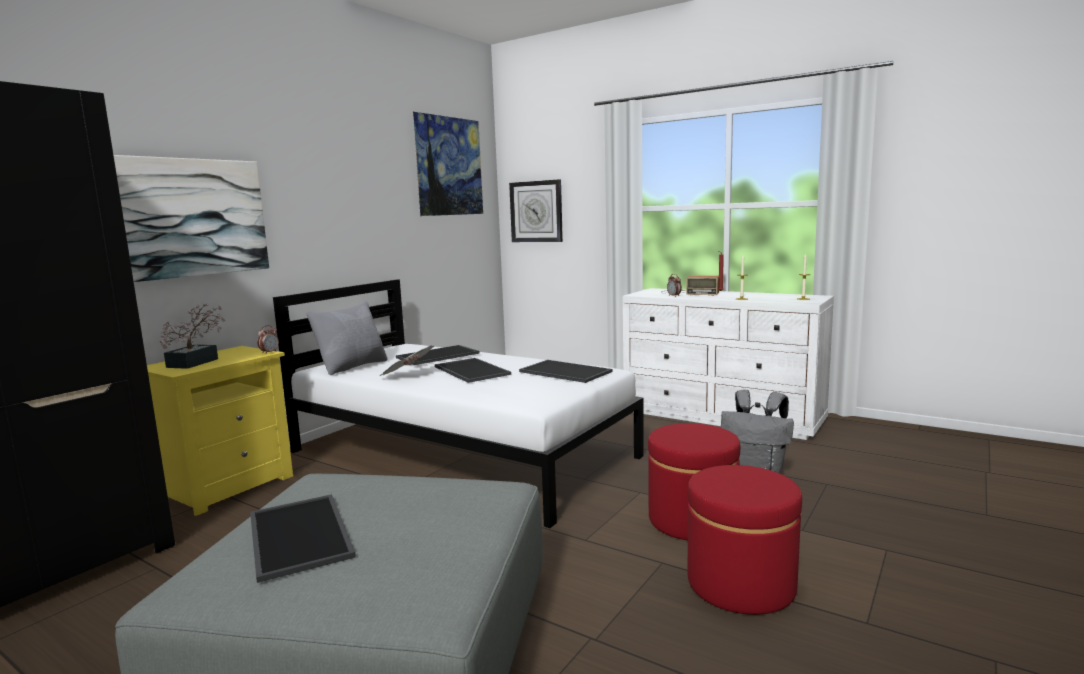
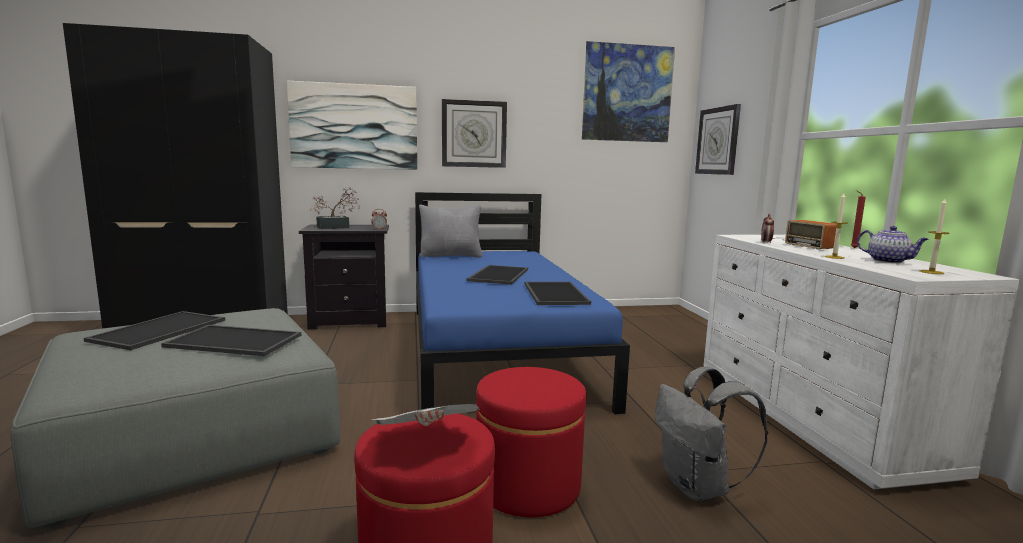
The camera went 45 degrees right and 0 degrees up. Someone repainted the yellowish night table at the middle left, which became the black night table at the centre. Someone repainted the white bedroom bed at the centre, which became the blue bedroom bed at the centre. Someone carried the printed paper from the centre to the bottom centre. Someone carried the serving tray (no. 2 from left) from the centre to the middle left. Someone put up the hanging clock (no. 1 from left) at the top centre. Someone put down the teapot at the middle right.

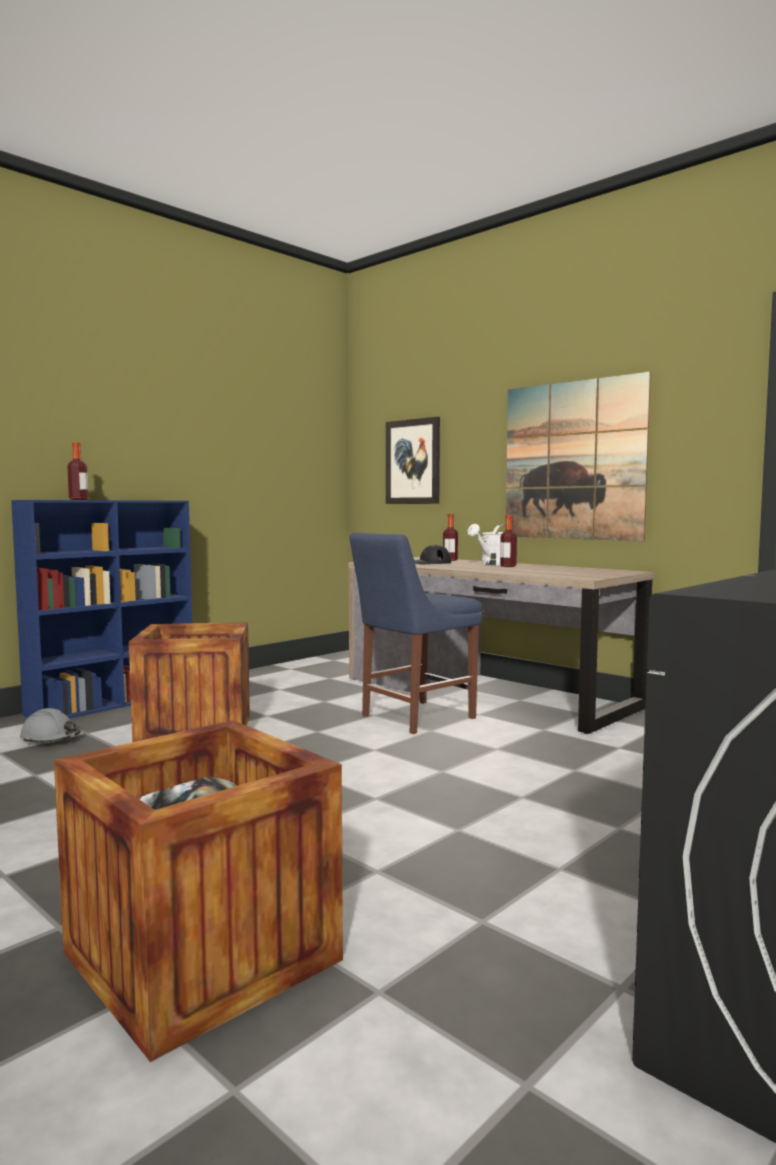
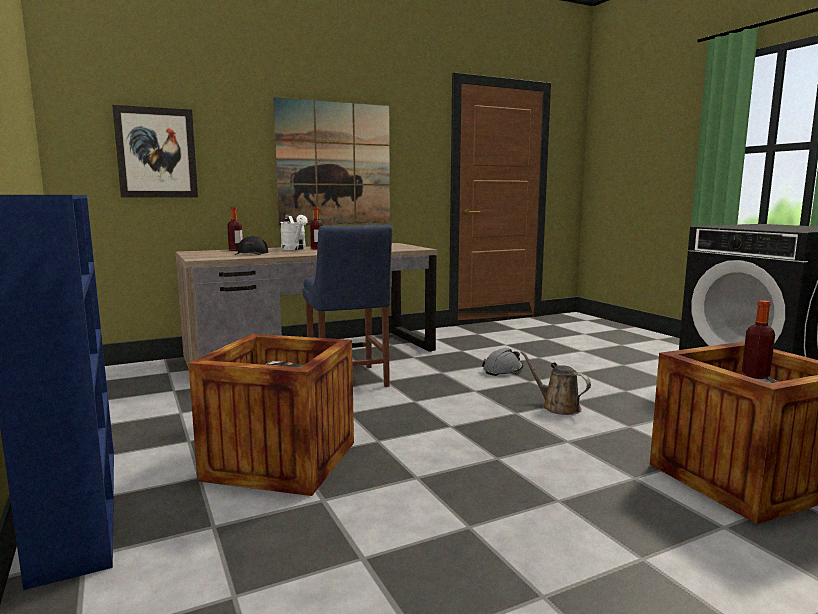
The camera went 70 degrees left and 5 degrees up. Someone carried the greyish safety helmet from the middle left to the centre. Someone carried the bottle (no. 1 from left in the first image) from the middle left to the middle right. Someone put down the brown sprinkling can at the middle right.

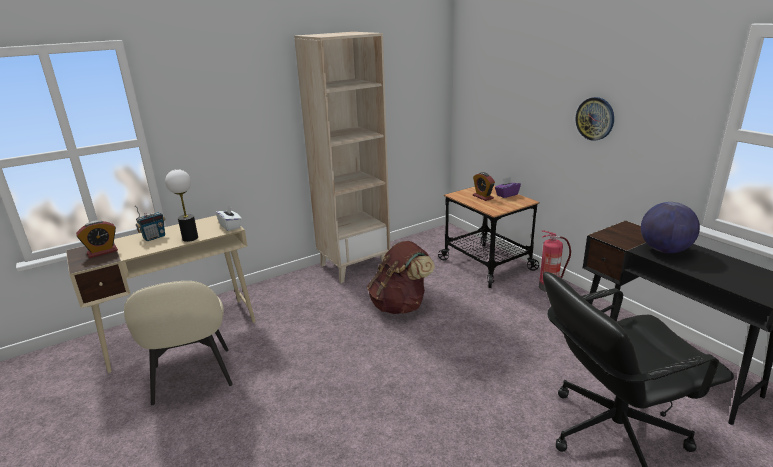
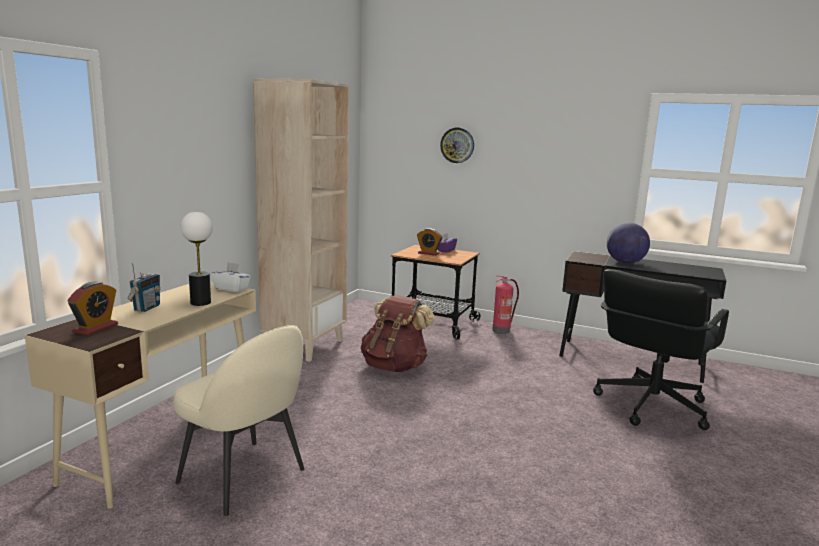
The camera went 35 degrees left and 10 degrees down. Someone carried the hanging clock from the top right to the top centre.

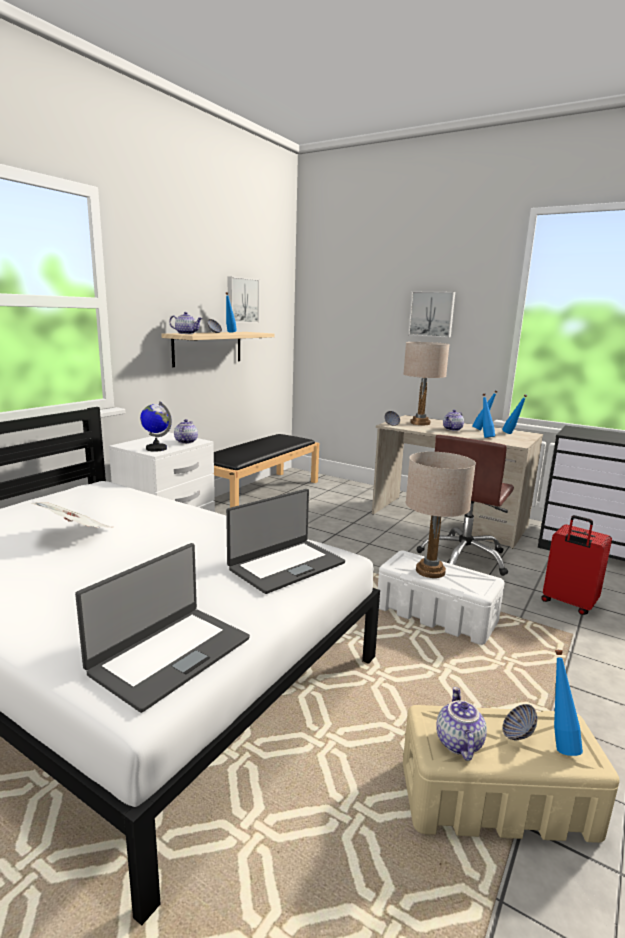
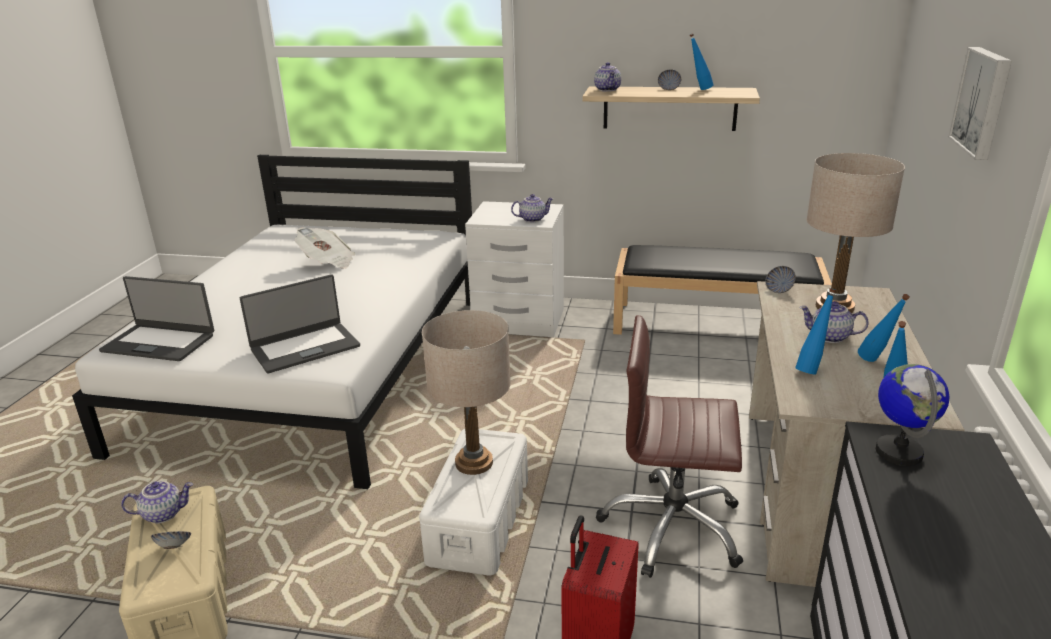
The camera went 70 degrees right and 10 degrees up. Someone carried the world globe from the middle left to the middle right. Someone rotated the notebook computer (no. 2 from left) at the centre by 60 degrees counterclockwise. Someone took away the wall art (no. 1 from left) at the top centre. Someone took away the blue bottle (no. 5 from left) at the bottom right.

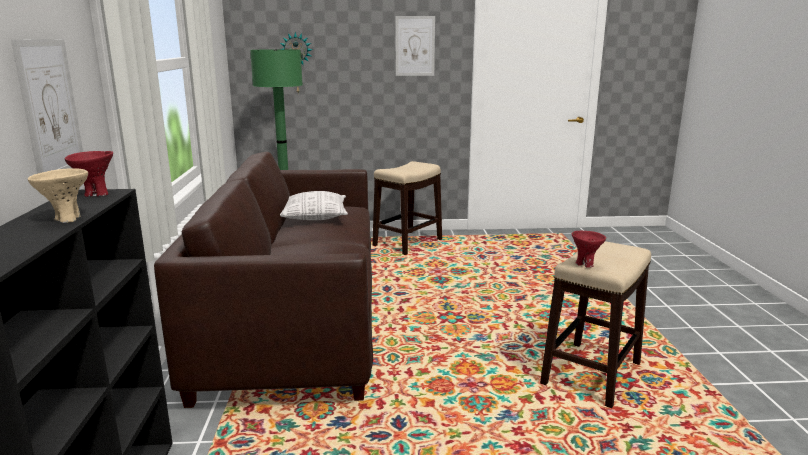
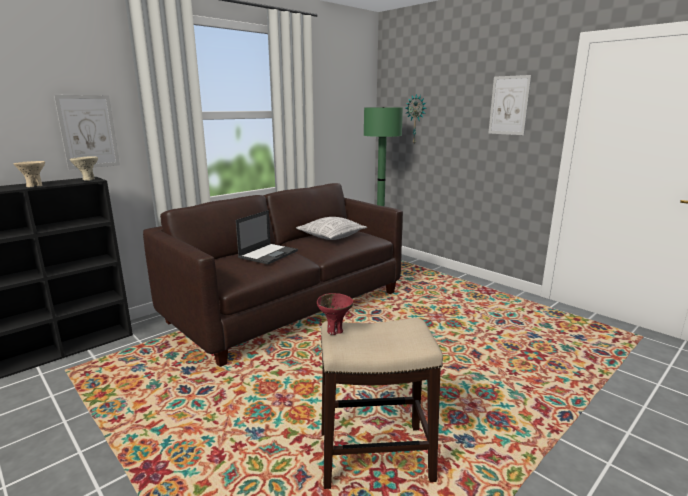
The camera went 50 degrees right and 0 degrees up. Someone repainted the red deep dish (no. 1 from left) at the middle left, which became the beige-coloured deep dish (no. 2 from left) at the middle left. Someone took away the sitting stool (no. 1 from left) at the centre. Someone put down the notebook computer at the centre.

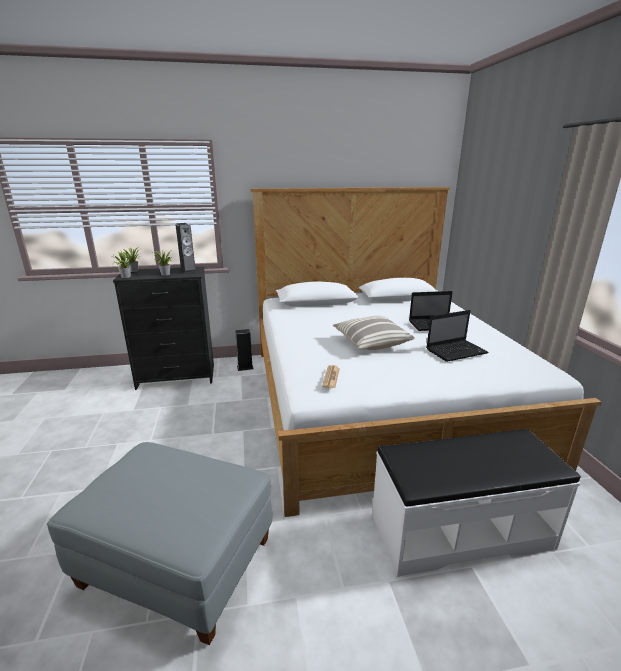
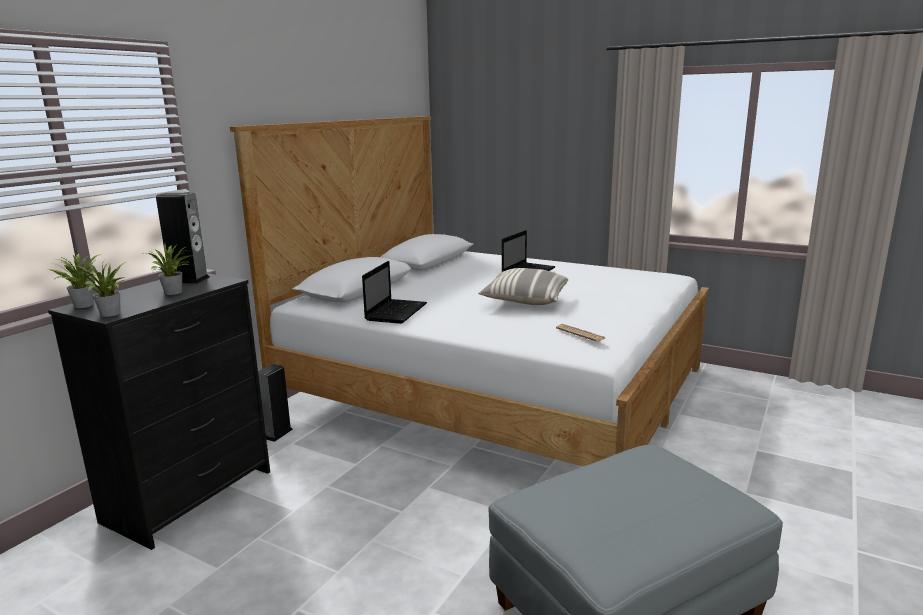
The camera went 50 degrees left and 5 degrees down. Someone took away the white bench at the bottom right. Someone carried the notebook computer (no. 2 from left in the first image) from the middle right to the centre.

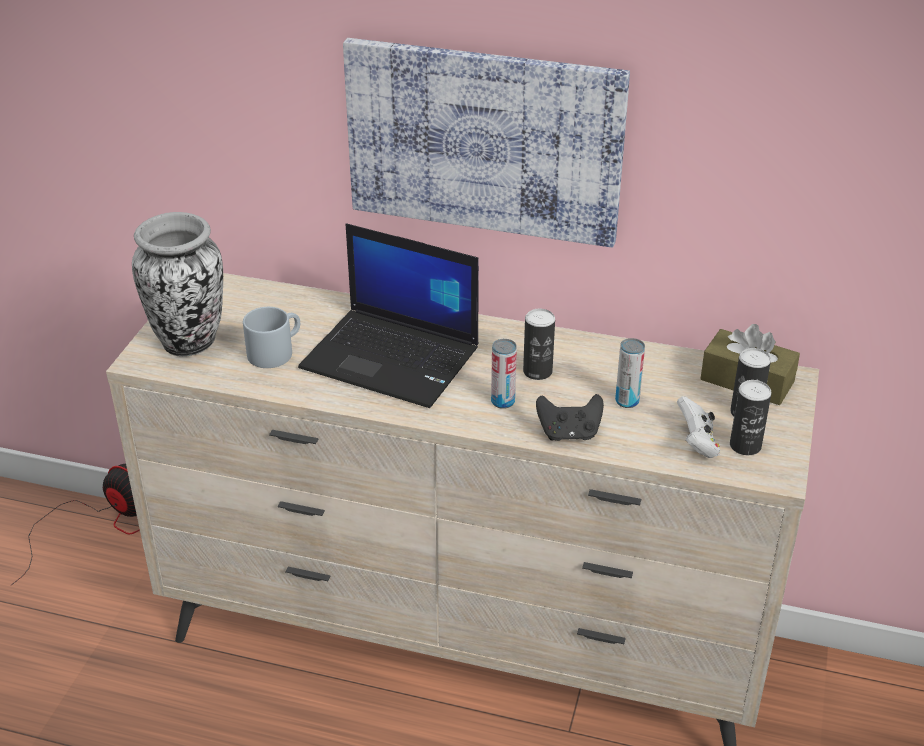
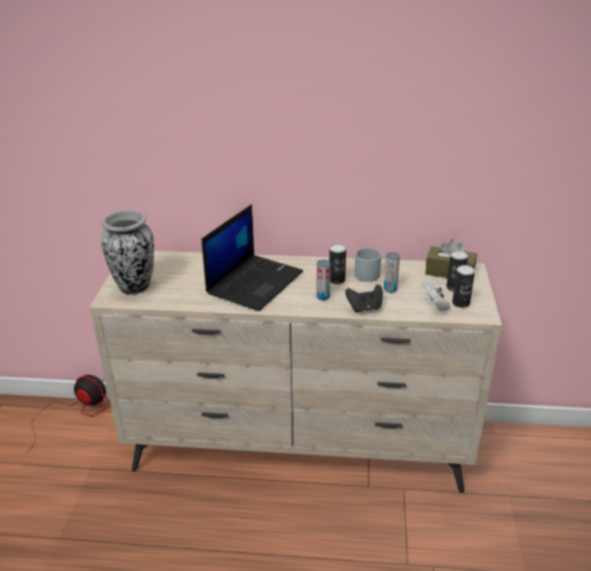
The camera went 10 degrees left and 5 degrees down. Someone carried the greyish mug from the middle left to the centre. Someone rotated the notebook computer at the centre by 75 degrees counterclockwise. Someone took away the wall art at the top centre.

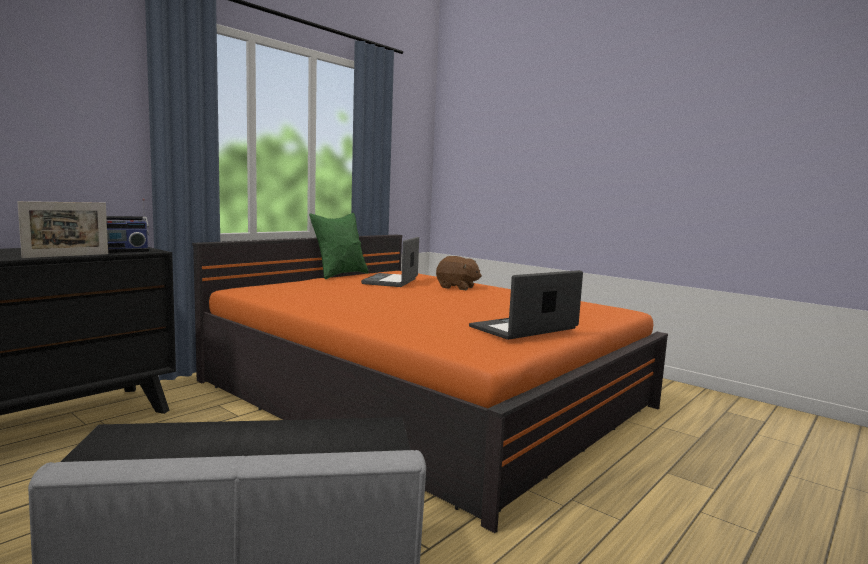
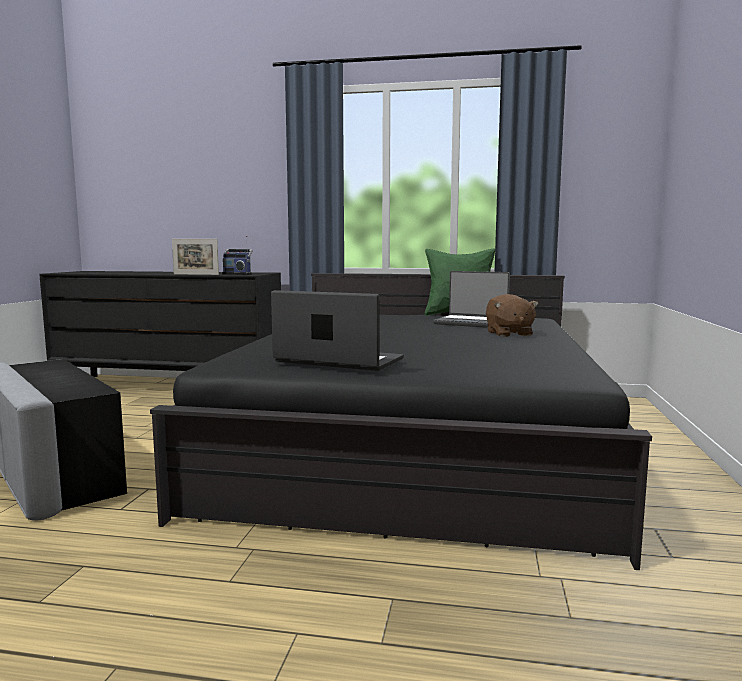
The camera went 60 degrees right and 0 degrees up. Someone repainted the orangey bedroom bed at the bottom centre, which became the black bedroom bed at the centre. Someone rotated the notebook computer (no. 1 from left in the first image) at the centre by 135 degrees counterclockwise.

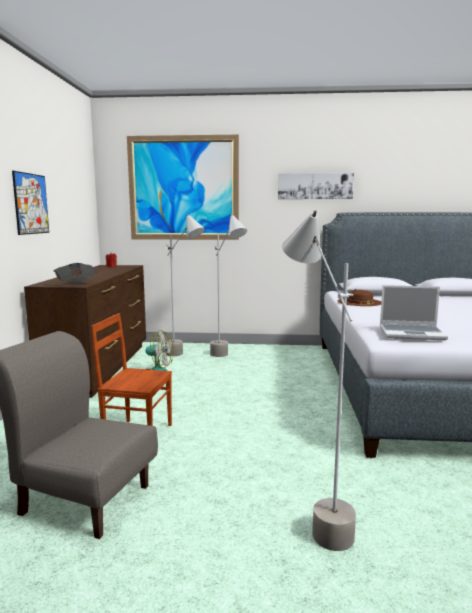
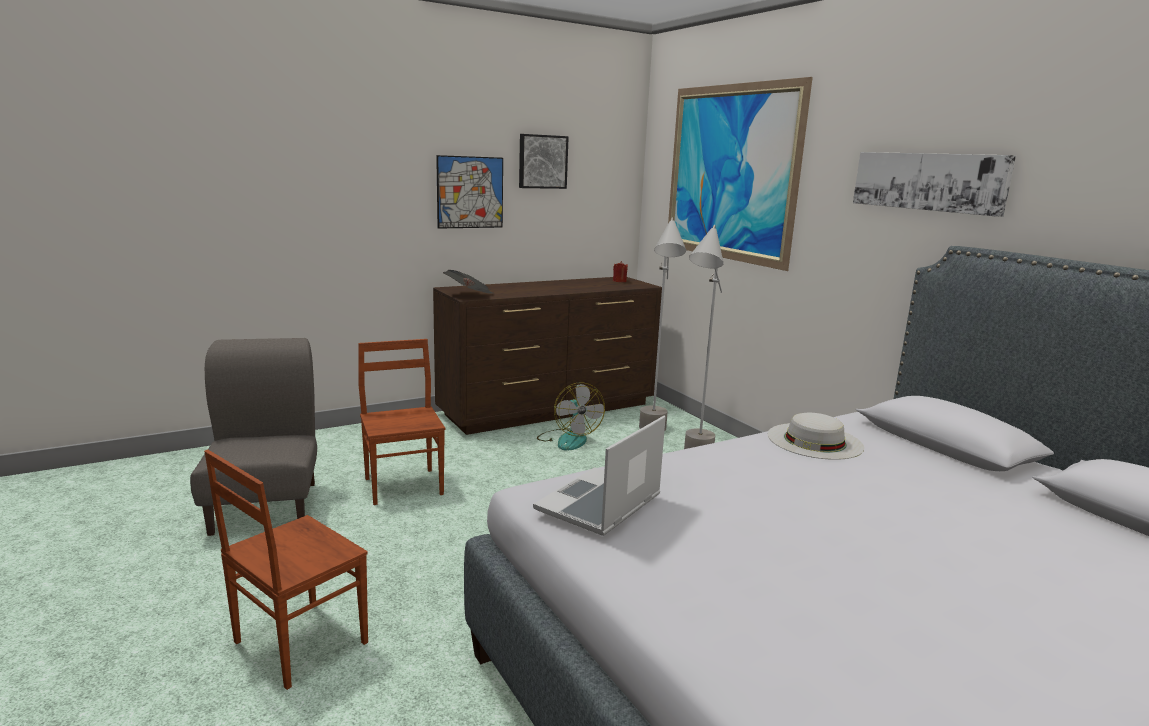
The camera went 55 degrees right and 5 degrees up. Someone swapped the greyish standard lamp (no. 3 from left) at the middle right for the brown plain chair (no. 1 from left) at the bottom left. Someone repainted the brown clothing hat at the middle right, which became the white clothing hat at the middle right. Someone rotated the notebook computer at the middle right by 60 degrees clockwise. Someone put up the wall art (no. 2 from left) at the top centre.

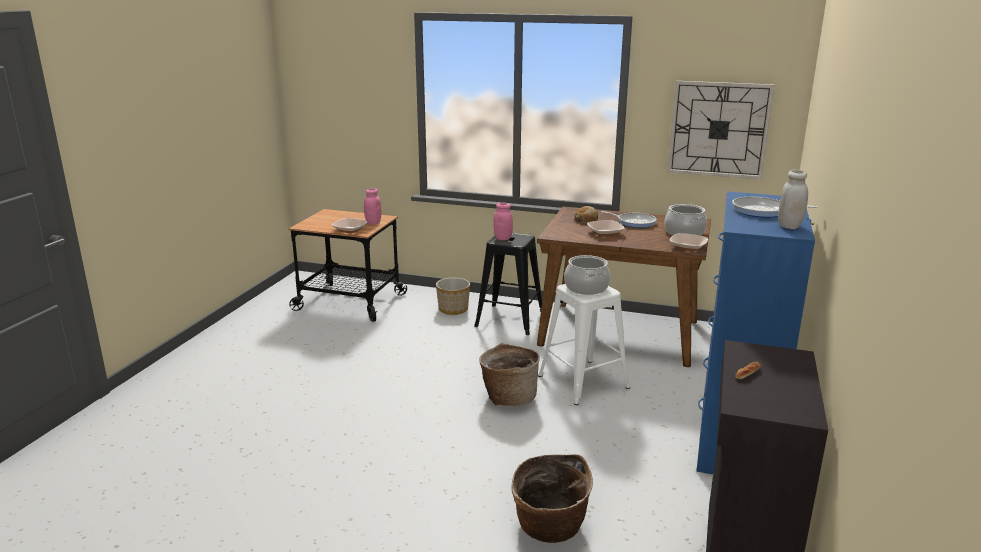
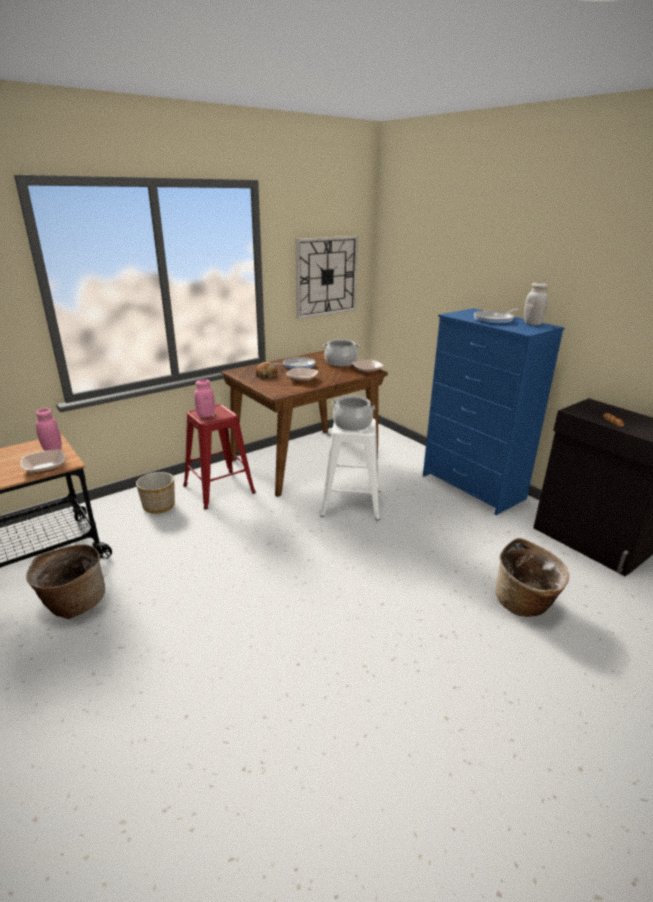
The camera went 55 degrees left and 5 degrees up. Someone repainted the black sitting stool at the centre, which became the red sitting stool at the centre. Someone carried the household basket (no. 1 from left) from the bottom centre to the middle left.

